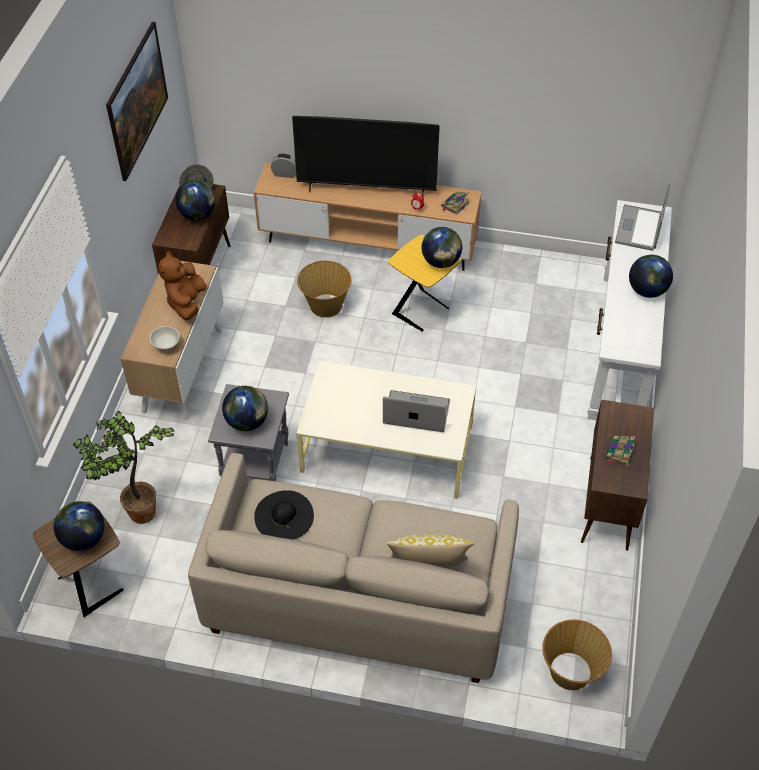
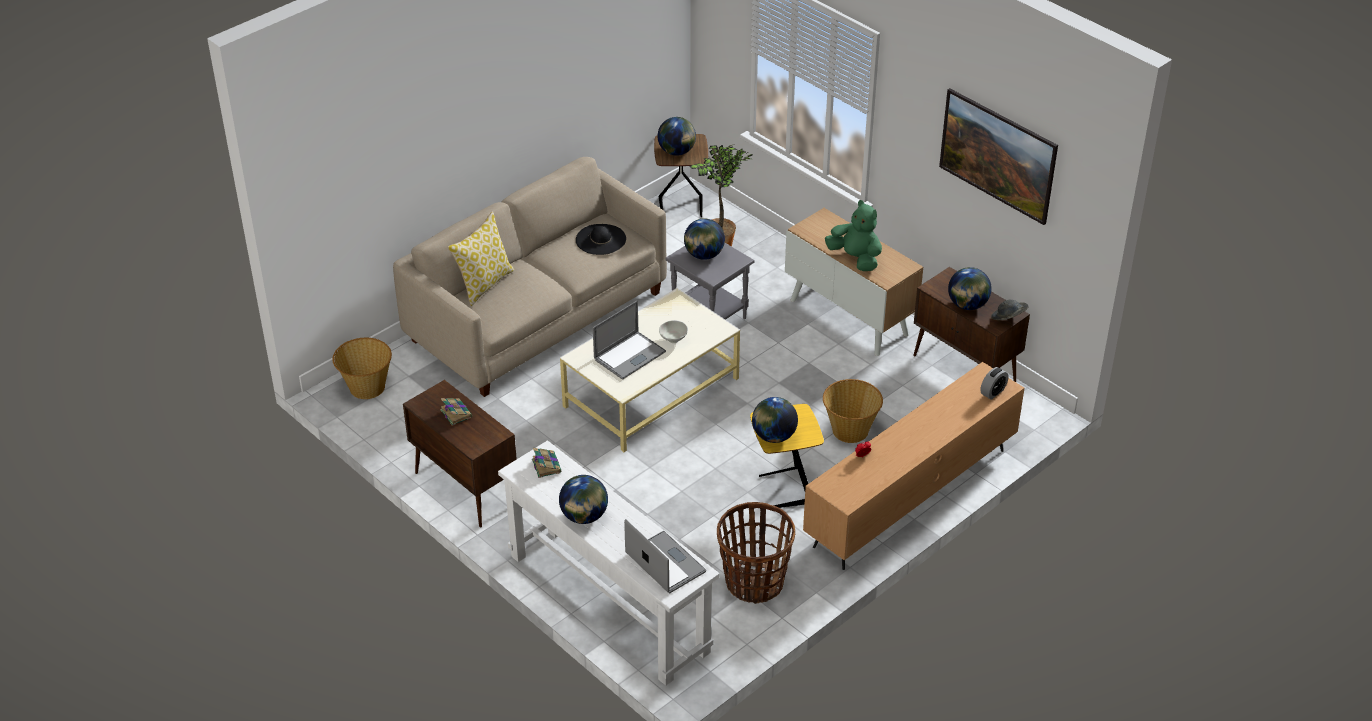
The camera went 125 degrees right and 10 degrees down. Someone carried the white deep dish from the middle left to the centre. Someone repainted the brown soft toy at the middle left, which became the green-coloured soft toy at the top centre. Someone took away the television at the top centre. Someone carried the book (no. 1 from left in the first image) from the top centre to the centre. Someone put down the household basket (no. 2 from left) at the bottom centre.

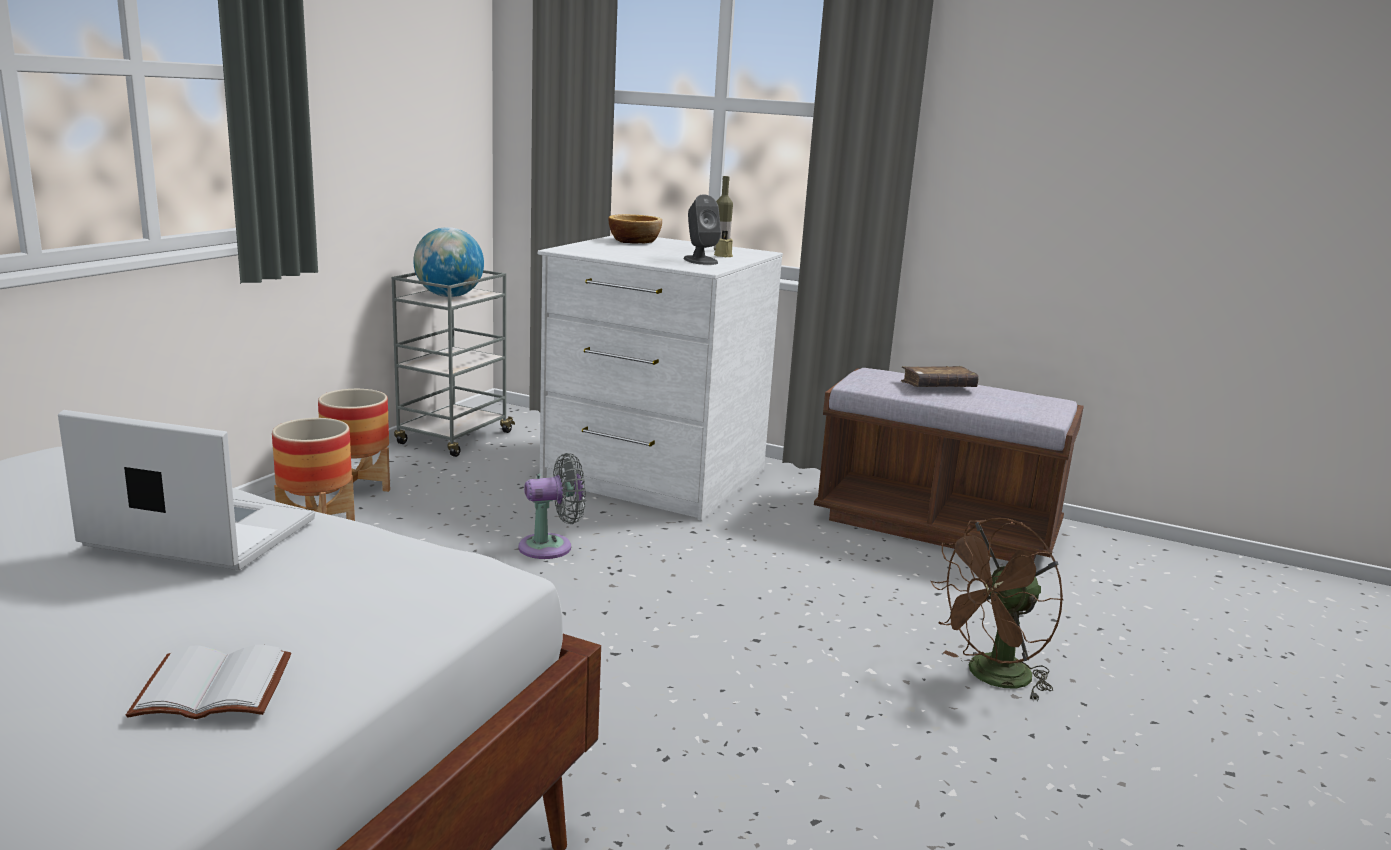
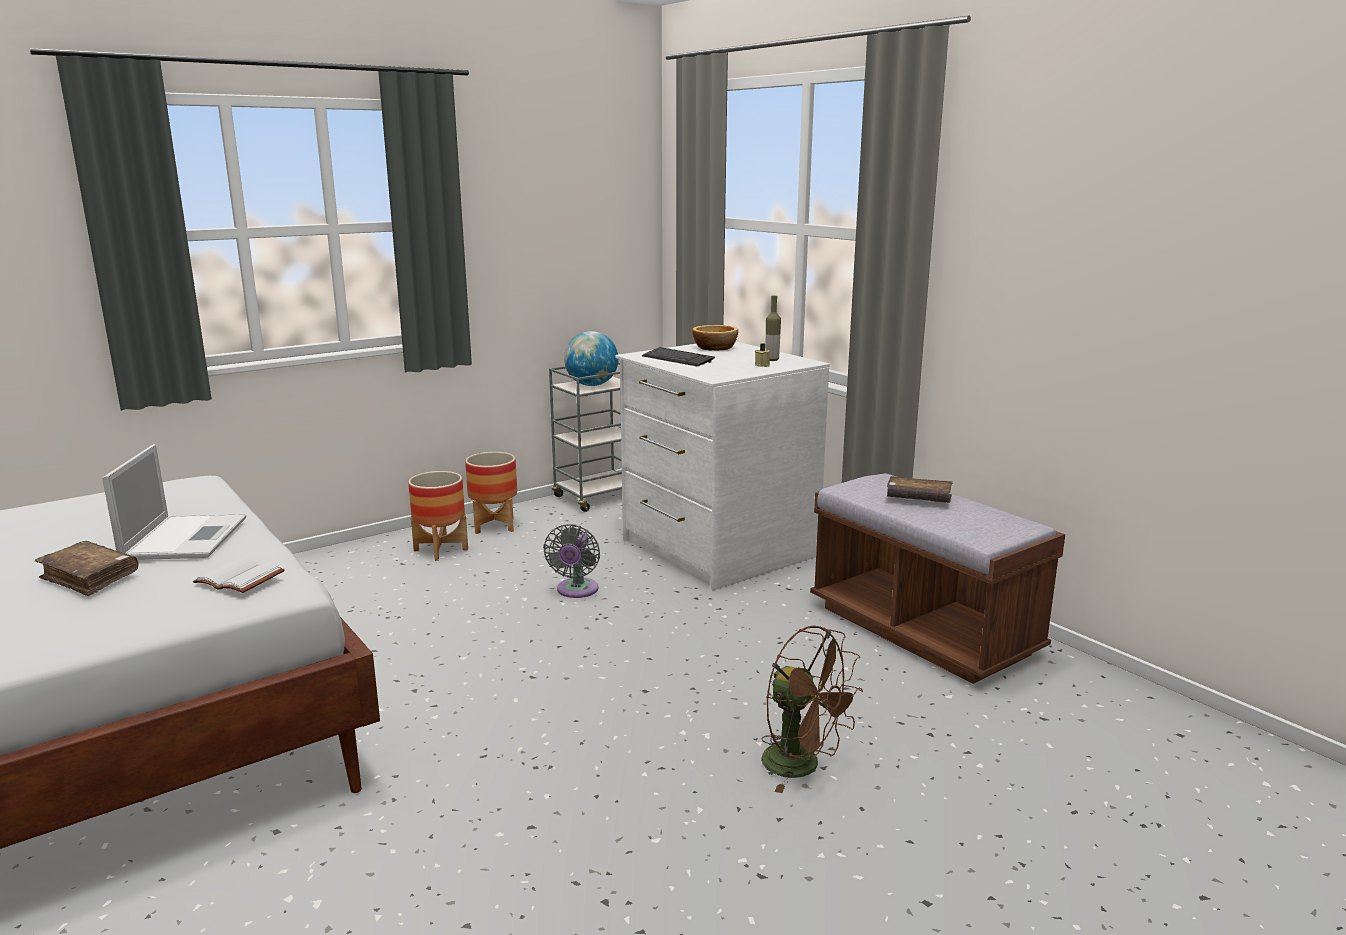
The camera went 30 degrees right and 0 degrees up. Someone rotated the notebook computer at the middle left by 45 degrees clockwise. Someone carried the white book from the bottom left to the middle left. Someone rotated the greyish electric fan at the centre by 90 degrees clockwise. Someone took away the greyish speaker at the top centre. Someone rotated the brown electric fan at the bottom right by 135 degrees counterclockwise. Someone put down the brown book (no. 1 from left) at the middle left. Someone put down the PC keyboard at the centre.

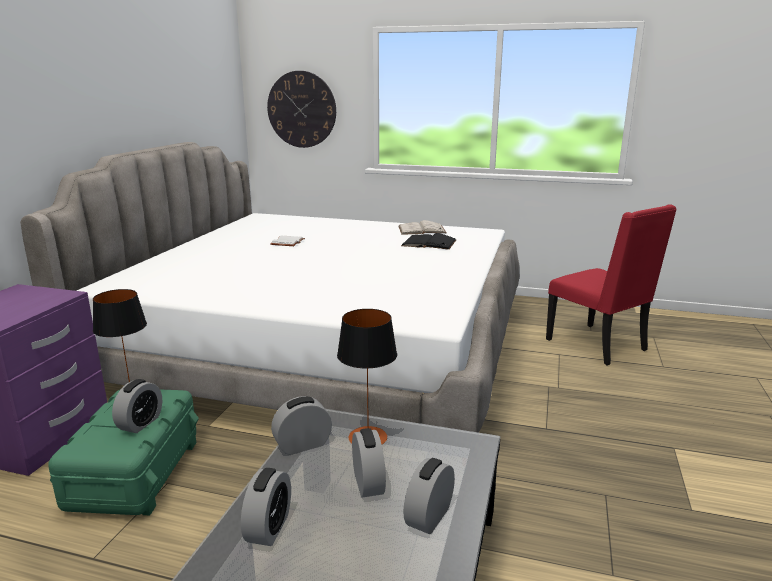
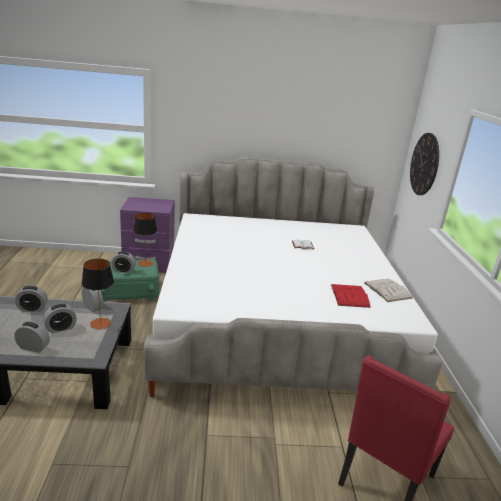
The camera went 70 degrees right and 5 degrees up. Someone repainted the black book at the centre, which became the red book at the middle right.

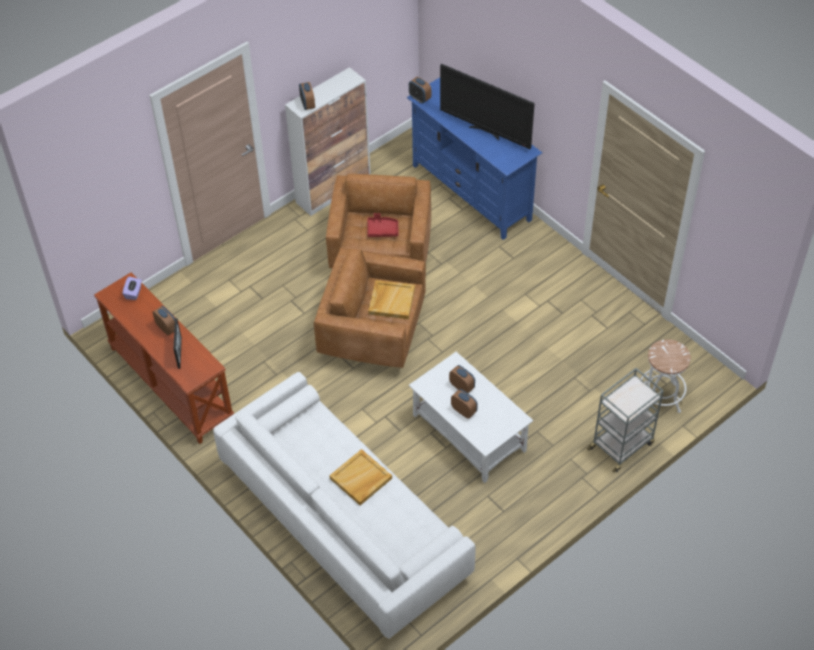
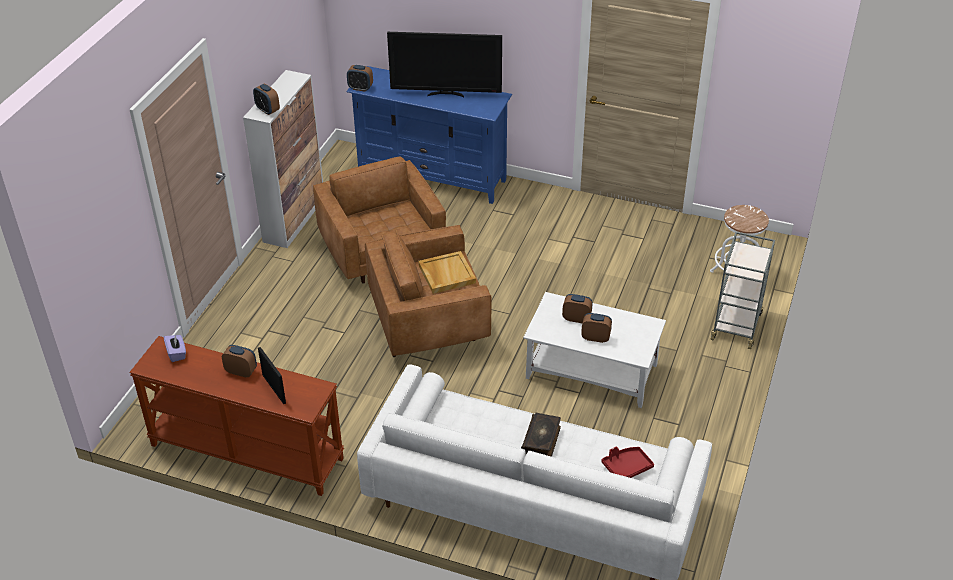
The camera went 30 degrees left and 10 degrees down. Someone swapped the beige-coloured serving tray (no. 1 from left) at the bottom centre for the book at the bottom centre. Someone carried the red serving tray from the centre to the bottom centre.

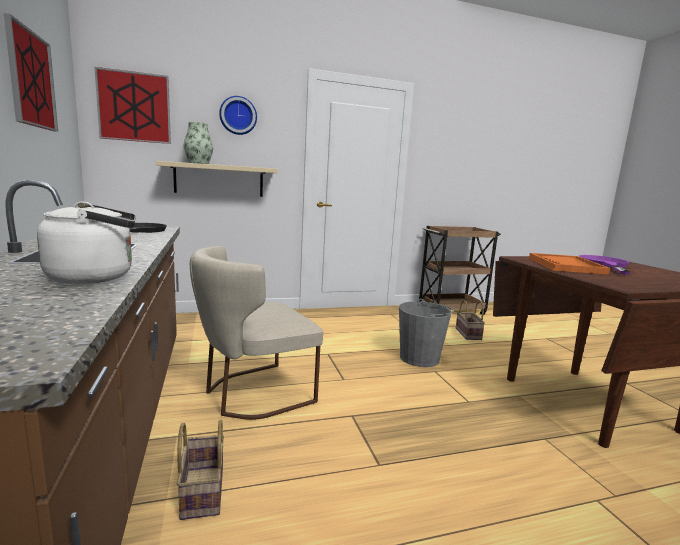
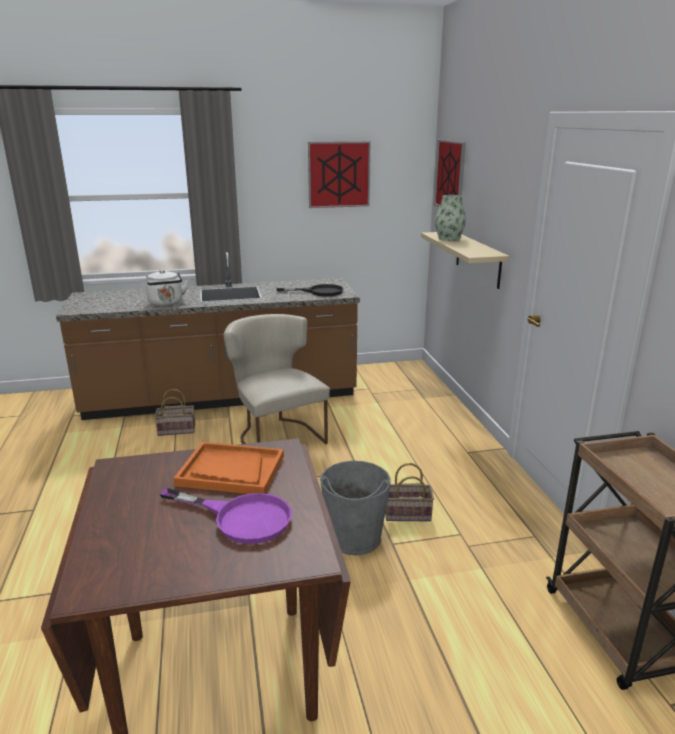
The camera went 95 degrees right and 10 degrees up. Someone took away the hanging clock at the top centre. Someone carried the household basket (no. 2 from left) from the middle right to the bottom centre.

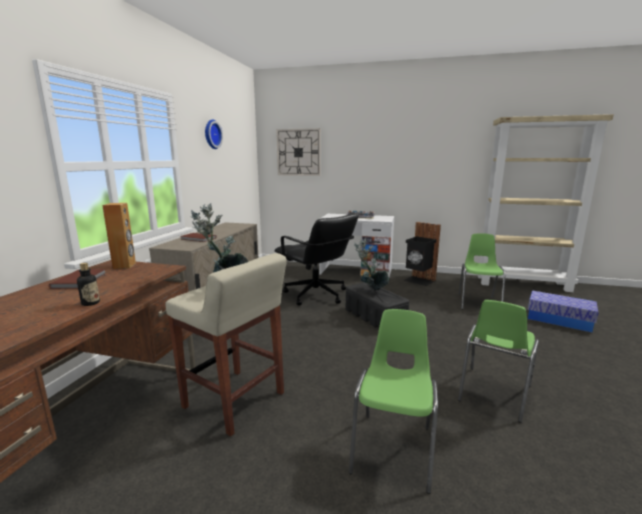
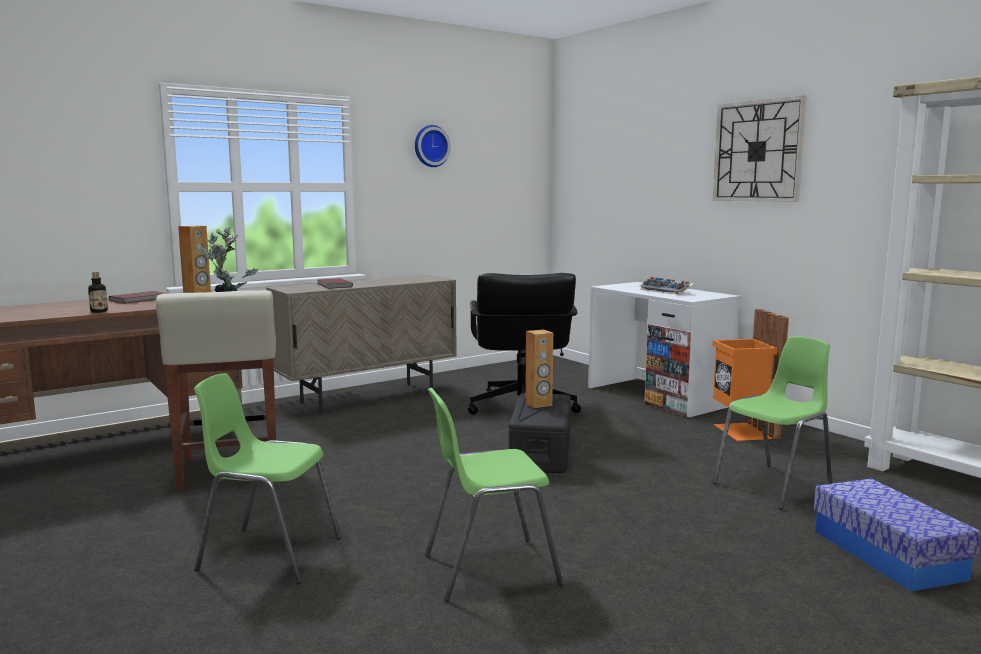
The camera went 40 degrees right and 5 degrees down. Someone carried the hanging clock (no. 2 from left) from the top centre to the top right. Someone rotated the green-coloured plain chair (no. 1 from left) at the bottom centre by 135 degrees counterclockwise. Someone swapped the plant in a pot (no. 2 from left) at the centre for the brown speaker (no. 2 from left) at the centre. Someone repainted the black rubbish bin at the centre, which became the orangey rubbish bin at the middle right.

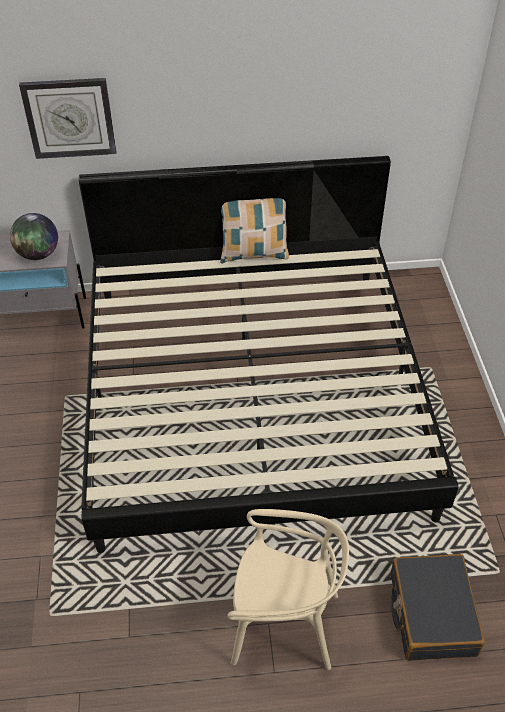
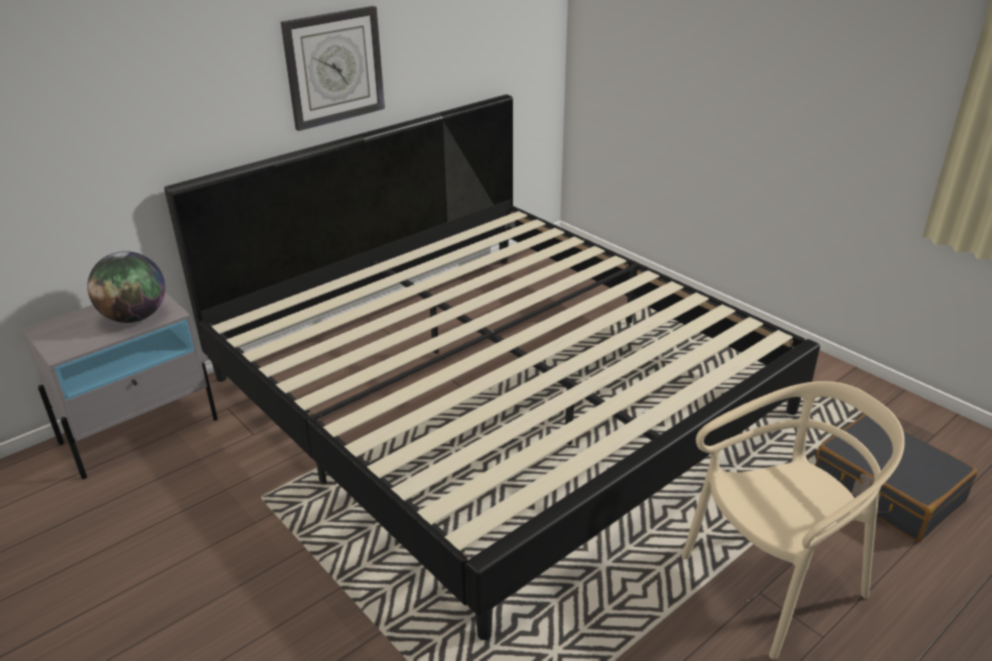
The camera went 35 degrees left and 15 degrees down. Someone carried the hanging clock from the top left to the top centre. Someone took away the pillow at the top centre.

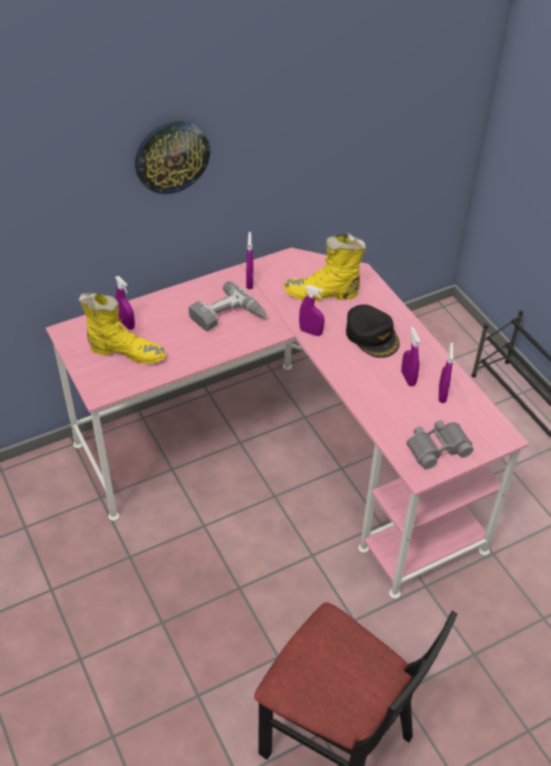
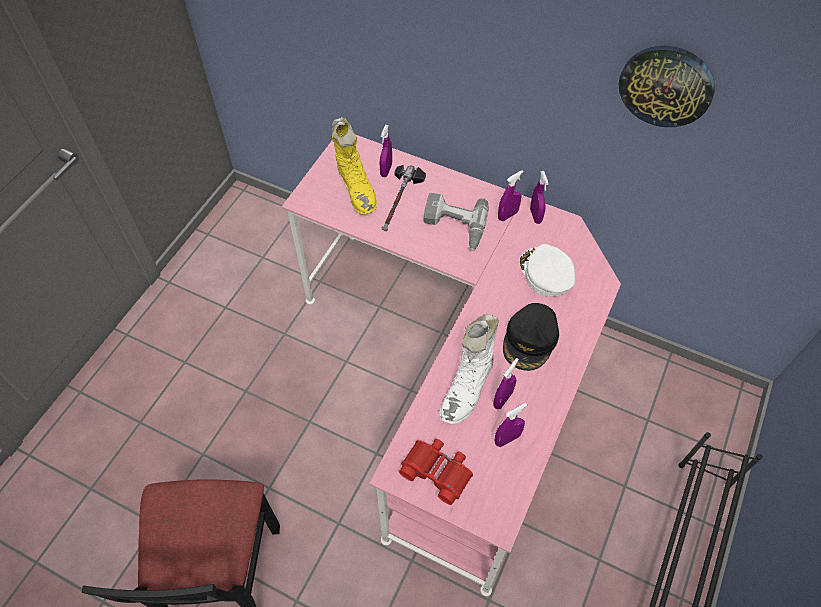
The camera went 55 degrees right and 10 degrees up. Someone carried the hanging clock from the top left to the top right. Someone swapped the yellowish tall boot (no. 2 from left) at the centre for the white peaked cap at the middle right. Someone carried the purple-coloured hand sprayer (no. 3 from left in the first image) from the centre to the top centre. Someone repainted the greyish pair of binoculars at the middle right, which became the red pair of binoculars at the bottom centre. Someone put down the tool hammer at the top centre. Someone put down the white tall boot at the centre.

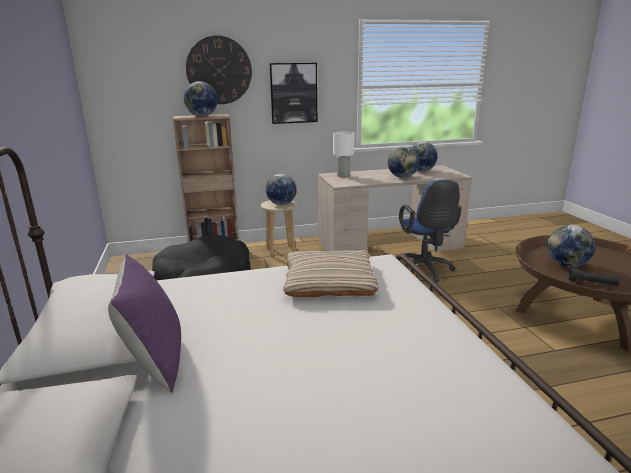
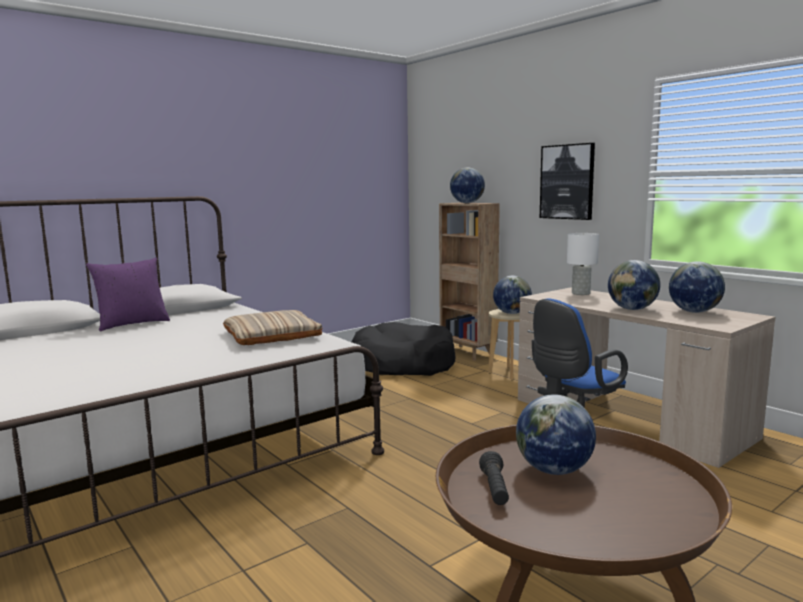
The camera went 65 degrees right and 10 degrees down. Someone took away the hanging clock at the top centre.

